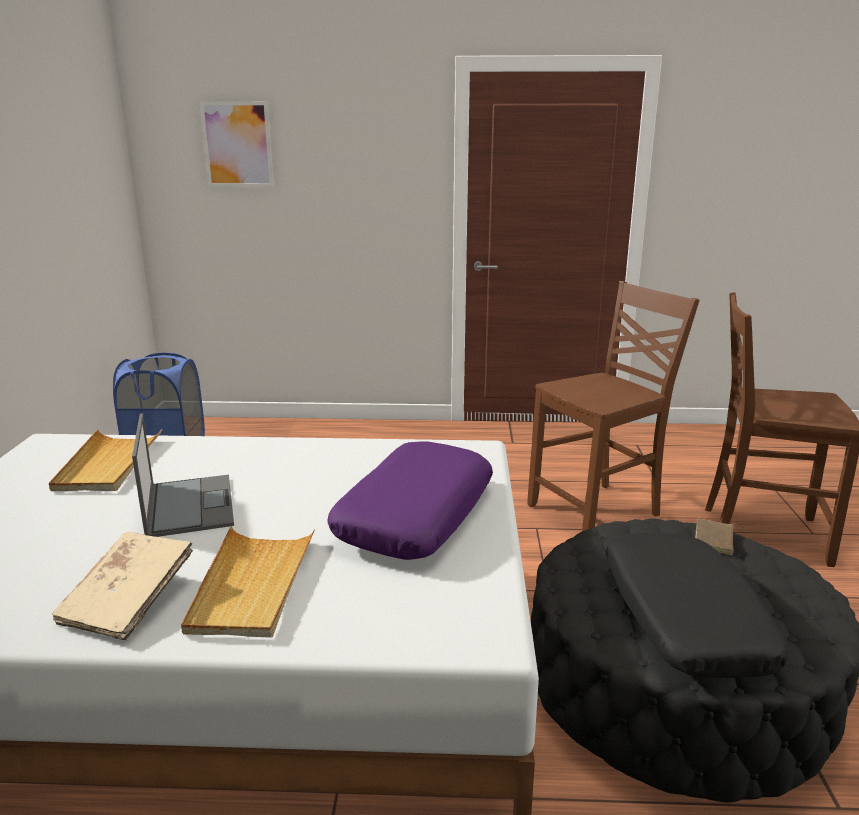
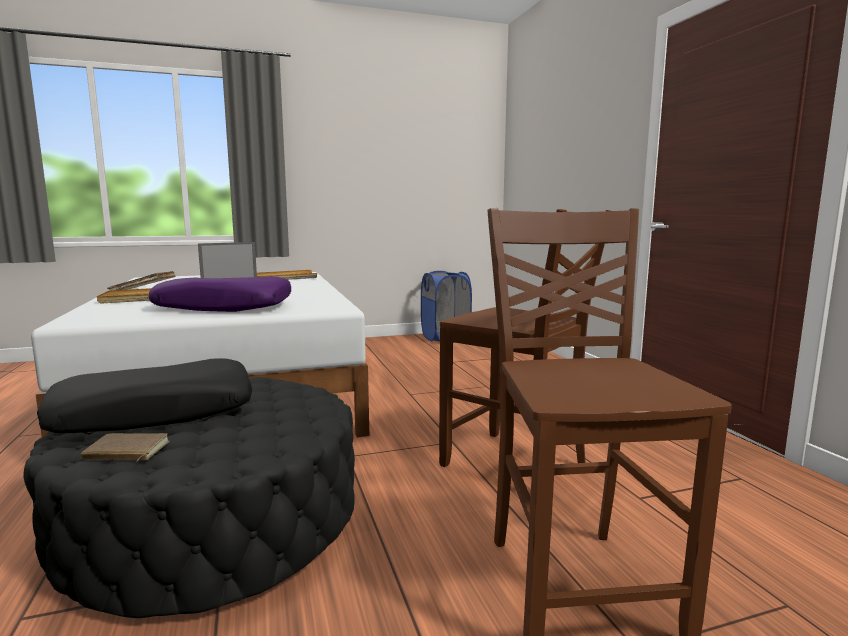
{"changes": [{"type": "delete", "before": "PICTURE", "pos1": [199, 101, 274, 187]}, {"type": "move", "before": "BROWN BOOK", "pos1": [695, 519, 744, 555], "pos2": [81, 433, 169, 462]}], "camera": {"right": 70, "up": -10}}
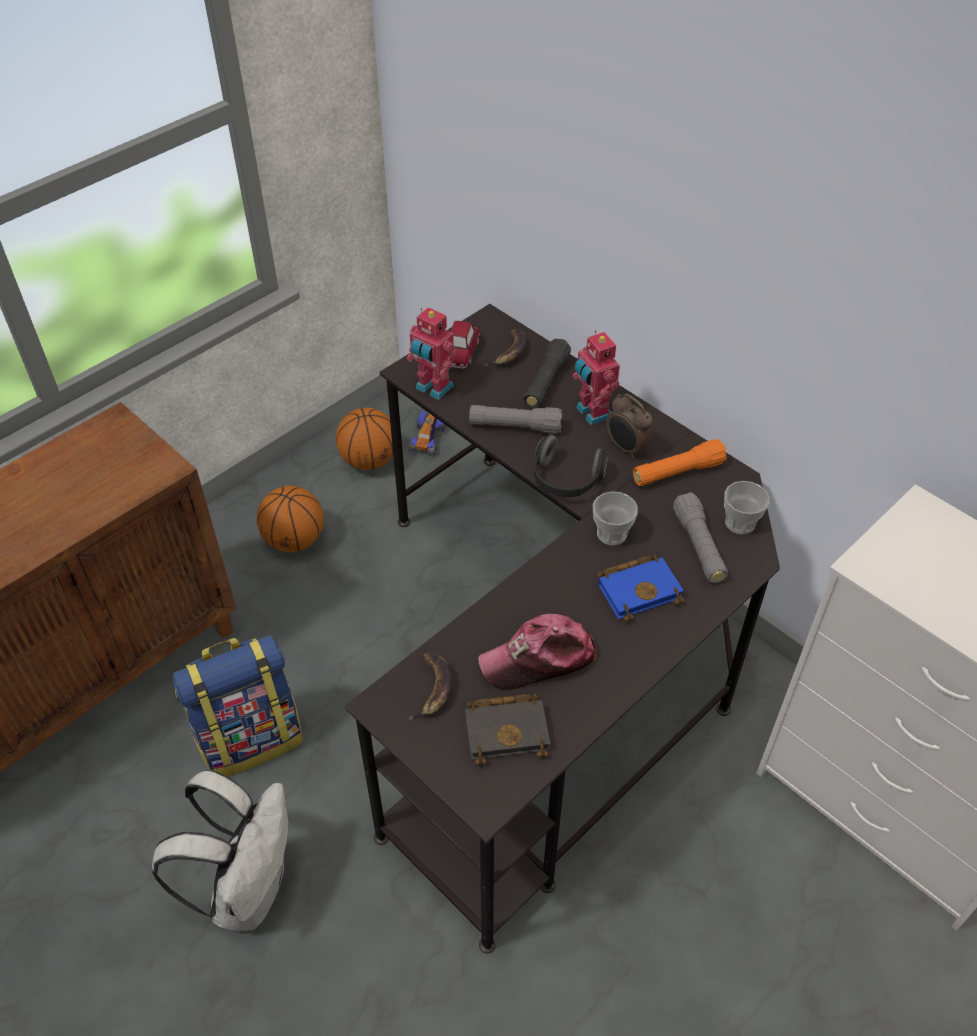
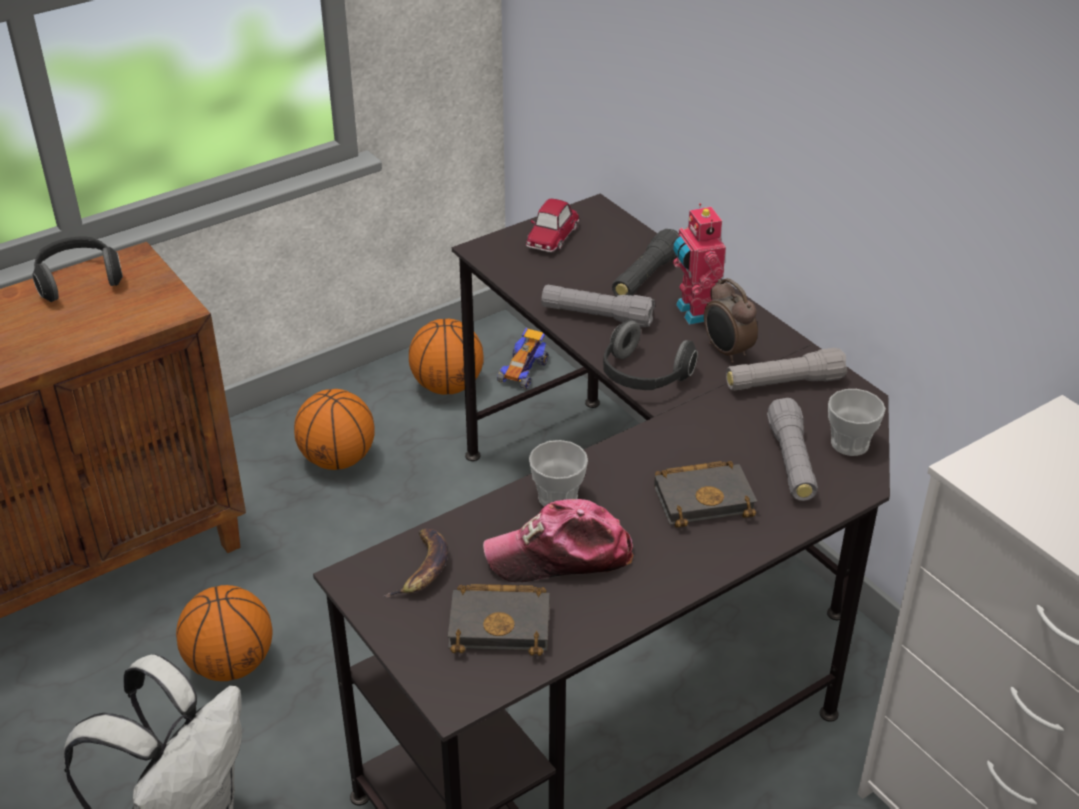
{"changes": [{"type": "delete", "before": "TOY ROBOT", "pos1": [407, 307, 457, 400]}, {"type": "delete", "before": "BANANA", "pos1": [483, 329, 527, 366]}, {"type": "recolor", "before": "ORANGE FLASHLIGHT", "after": "GREY FLASHLIGHT", "pos1": [633, 439, 727, 486], "pos2": [726, 348, 847, 390]}, {"type": "move", "before": "CUP", "pos1": [593, 492, 638, 545], "pos2": [529, 440, 588, 506]}, {"type": "recolor", "before": "BLUE BOOK", "after": "BLACK BOOK", "pos1": [598, 555, 684, 622], "pos2": [654, 461, 757, 528]}, {"type": "replace", "before": "BACKPACK", "after": "BASKETBALL", "pos1": [173, 635, 303, 777], "pos2": [176, 585, 273, 681]}, {"type": "insert", "after": "HEADPHONES", "pos2": [32, 236, 123, 302]}], "camera": {"right": 10, "up": -10}}
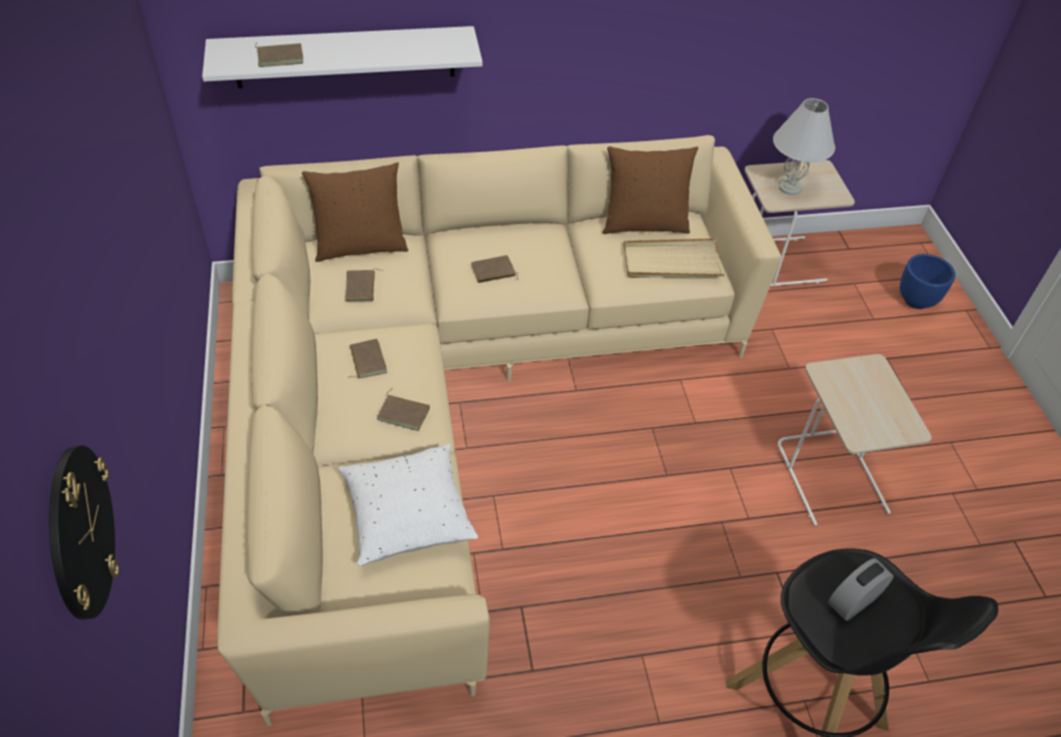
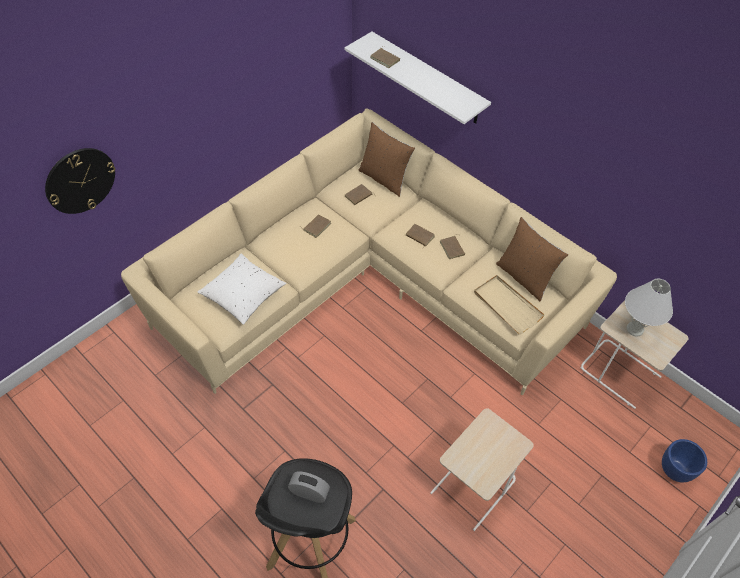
{"changes": [{"type": "move", "before": "BROWN BOOK", "pos1": [377, 388, 430, 431], "pos2": [440, 235, 465, 259]}], "camera": {"right": 55, "up": 5}}
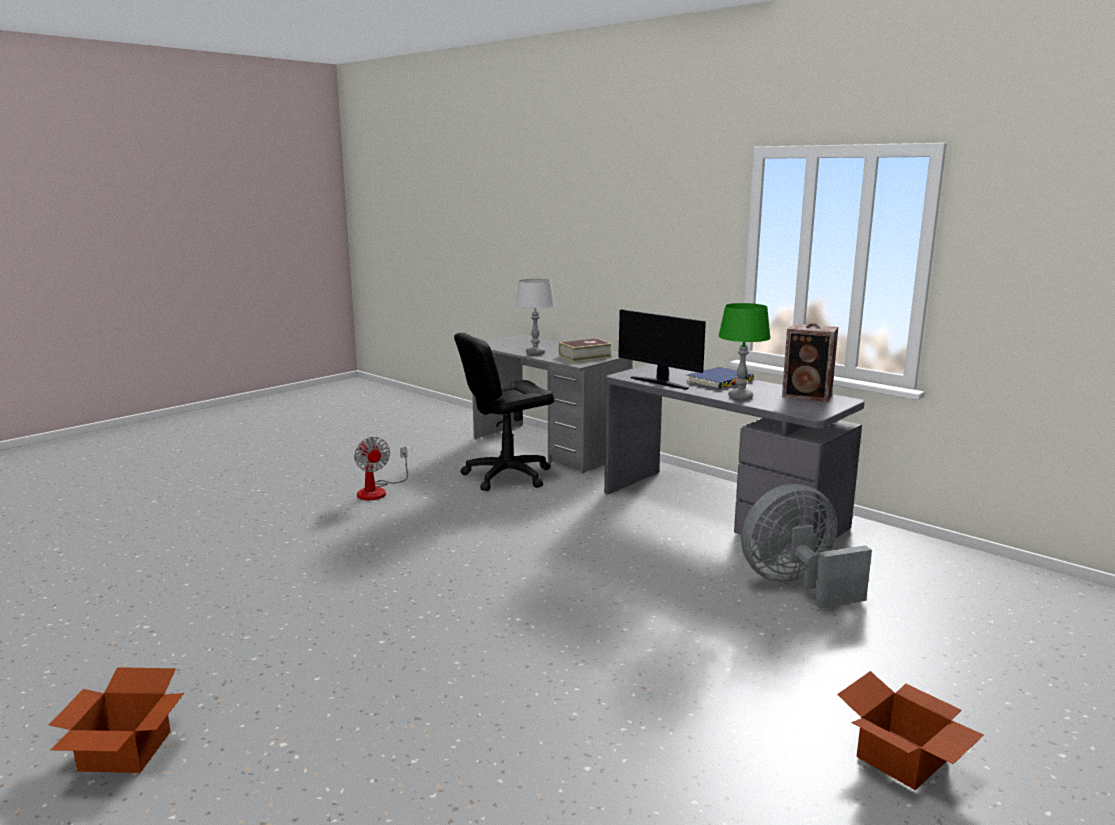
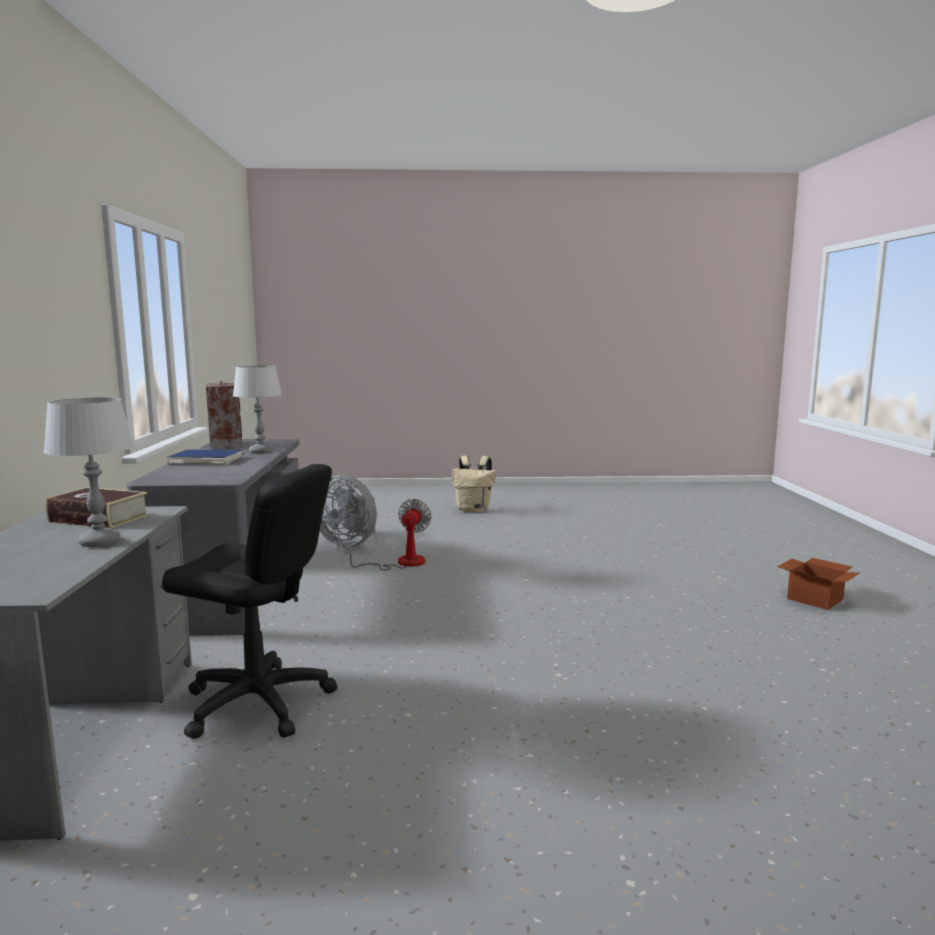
{"changes": [{"type": "recolor", "before": "GREEN TABLE LAMP", "after": "GREY TABLE LAMP", "pos1": [718, 303, 771, 400], "pos2": [233, 365, 282, 454]}, {"type": "delete", "before": "MONITOR", "pos1": [618, 309, 706, 390]}, {"type": "move", "before": "FAN", "pos1": [354, 437, 408, 500], "pos2": [344, 499, 432, 570]}, {"type": "replace", "before": "CARDBOARD BOX", "after": "BEIGE BACKPACK", "pos1": [837, 671, 984, 790], "pos2": [452, 455, 496, 513]}], "camera": {"right": -135, "up": -5}}
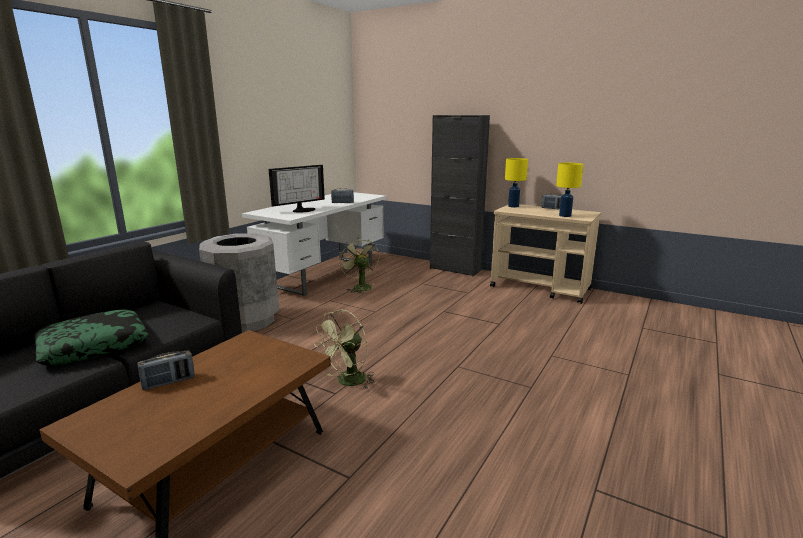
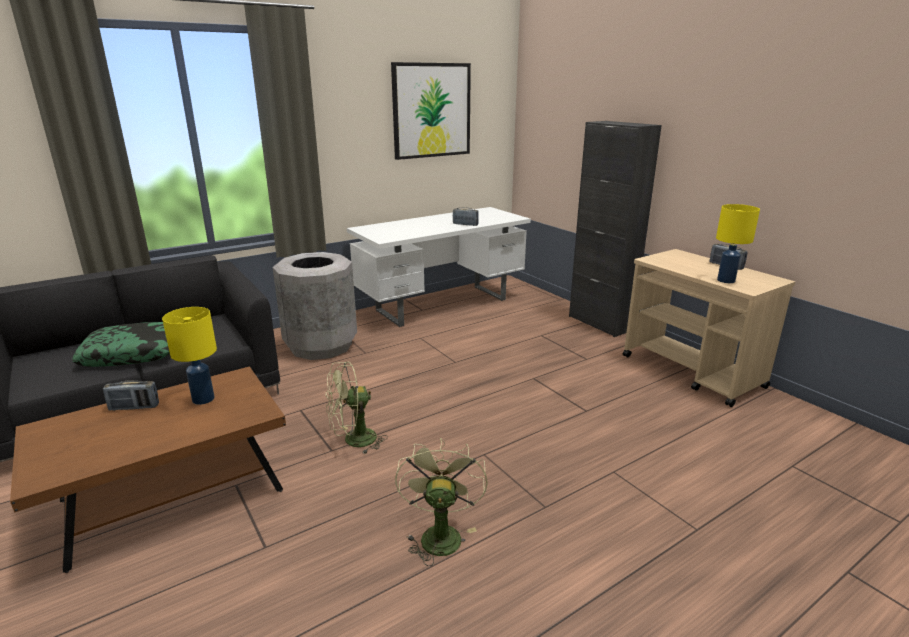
{"changes": [{"type": "move", "before": "YELLOW TABLE LAMP", "pos1": [505, 158, 528, 208], "pos2": [162, 307, 217, 405]}, {"type": "delete", "before": "MONITOR", "pos1": [268, 165, 325, 212]}, {"type": "move", "before": "GREEN FAN", "pos1": [339, 239, 380, 294], "pos2": [395, 438, 488, 566]}, {"type": "insert", "after": "PICTURE", "pos2": [391, 62, 471, 160]}], "camera": {"right": 25, "up": 5}}
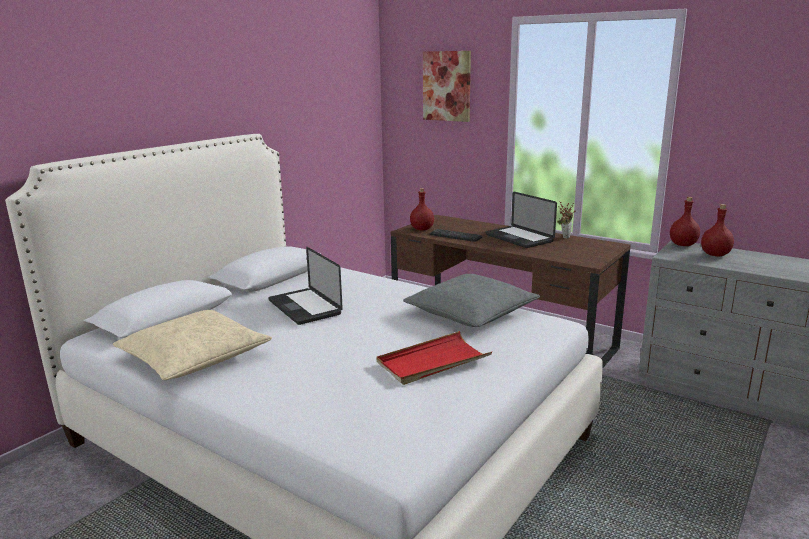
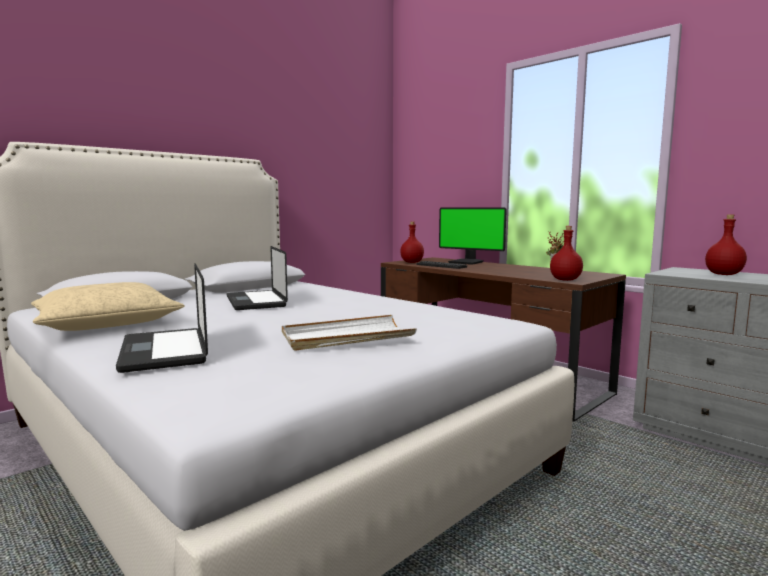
{"changes": [{"type": "delete", "before": "PICTURE", "pos1": [423, 51, 471, 122]}, {"type": "move", "before": "LAPTOP", "pos1": [485, 192, 557, 248], "pos2": [116, 263, 208, 373]}, {"type": "move", "before": "RED BOTTLE", "pos1": [670, 197, 700, 246], "pos2": [550, 226, 583, 281]}, {"type": "delete", "before": "GREY PILLOW", "pos1": [403, 274, 540, 327]}, {"type": "recolor", "before": "RED TRAY", "after": "WHITE TRAY", "pos1": [377, 331, 492, 385], "pos2": [282, 315, 417, 351]}, {"type": "insert", "after": "MONITOR", "pos2": [439, 208, 507, 265]}], "camera": {"right": 10, "up": -10}}
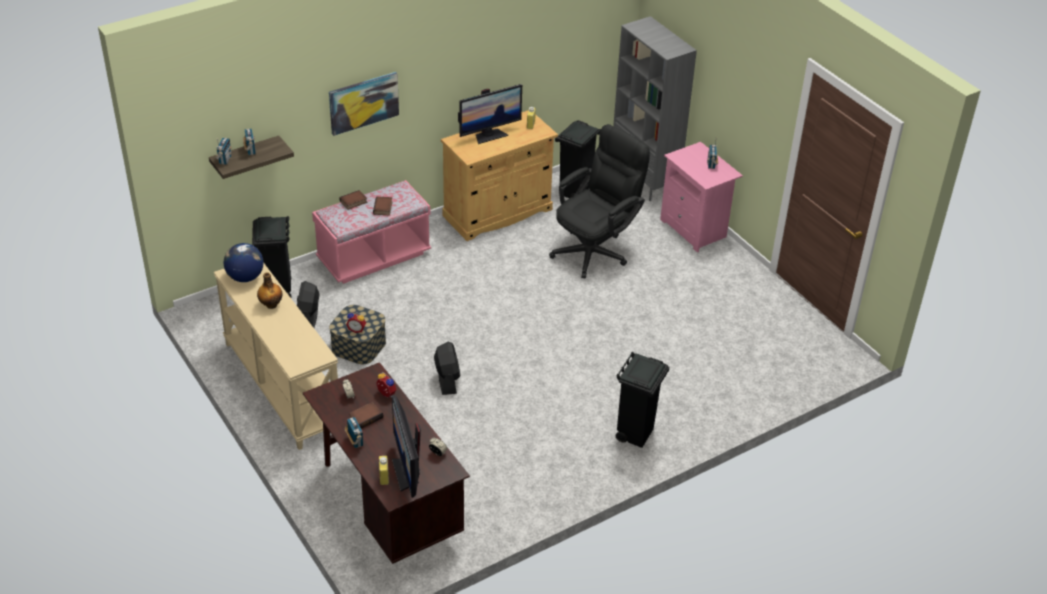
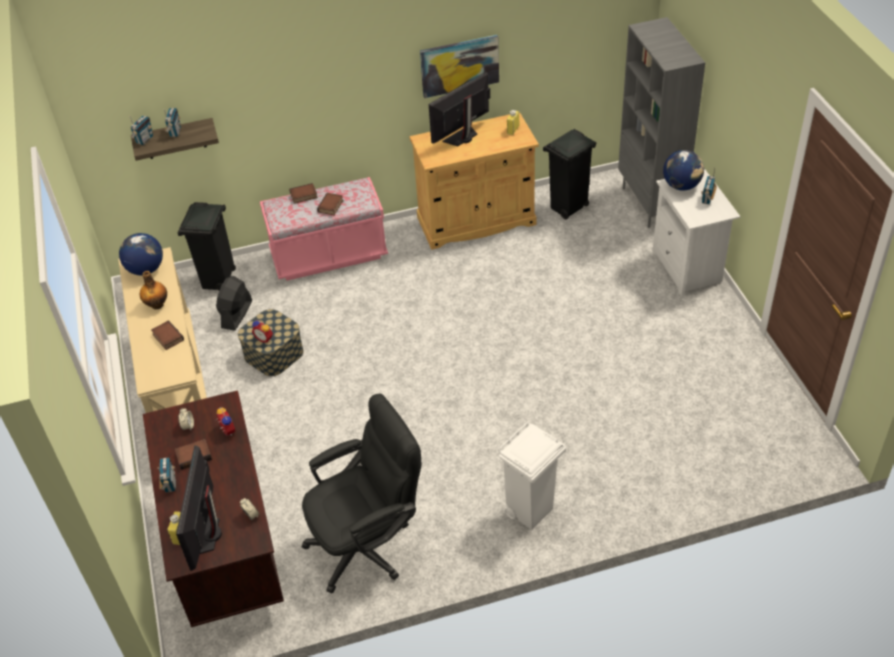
{"changes": [{"type": "move", "before": "PICTURE", "pos1": [329, 72, 399, 136], "pos2": [420, 35, 499, 98]}, {"type": "rotate", "before": "MONITOR", "pos1": [458, 84, 522, 144], "pos2": [429, 72, 490, 146], "turn": 150}, {"type": "move", "before": "BLACK OFFICE CHAIR", "pos1": [549, 124, 650, 278], "pos2": [302, 394, 421, 593]}, {"type": "recolor", "before": "PINK NIGHTSTAND", "after": "WHITE NIGHTSTAND", "pos1": [660, 142, 743, 252], "pos2": [652, 169, 740, 296]}, {"type": "delete", "before": "BLACK FAN", "pos1": [434, 341, 460, 395]}, {"type": "recolor", "before": "BLACK TRASH CAN", "after": "WHITE TRASH CAN", "pos1": [615, 352, 669, 448], "pos2": [498, 422, 566, 530]}, {"type": "insert", "after": "GLOBE", "pos2": [663, 150, 704, 191]}, {"type": "insert", "after": "BOOK", "pos2": [151, 320, 184, 350]}], "camera": {"right": 20, "up": 5}}
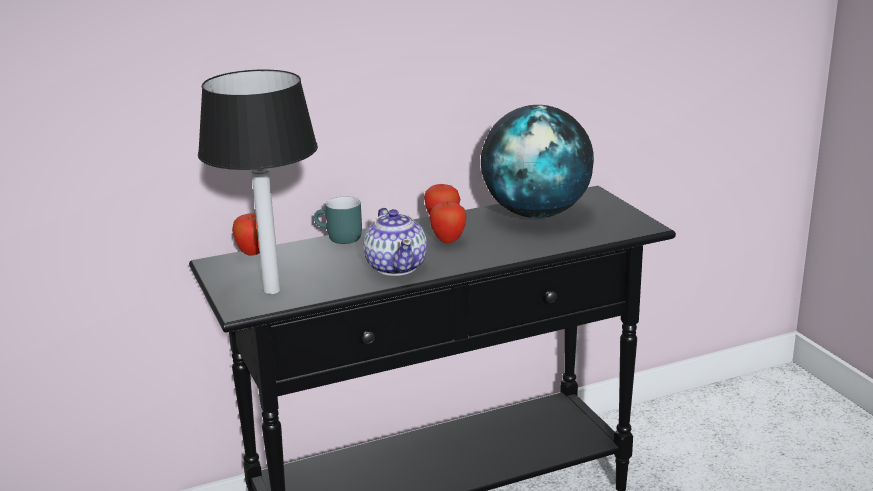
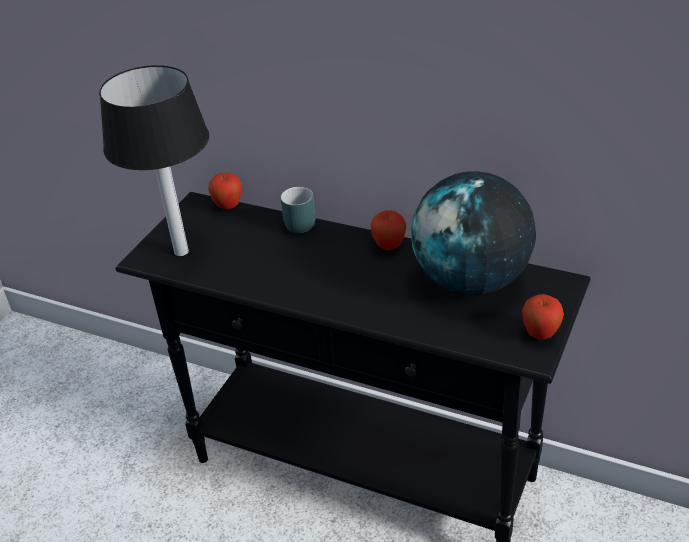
{"changes": [{"type": "move", "before": "APPLE", "pos1": [430, 201, 467, 244], "pos2": [522, 294, 564, 340]}, {"type": "delete", "before": "TEAPOT", "pos1": [363, 208, 427, 276]}], "camera": {"right": 50, "up": 15}}
